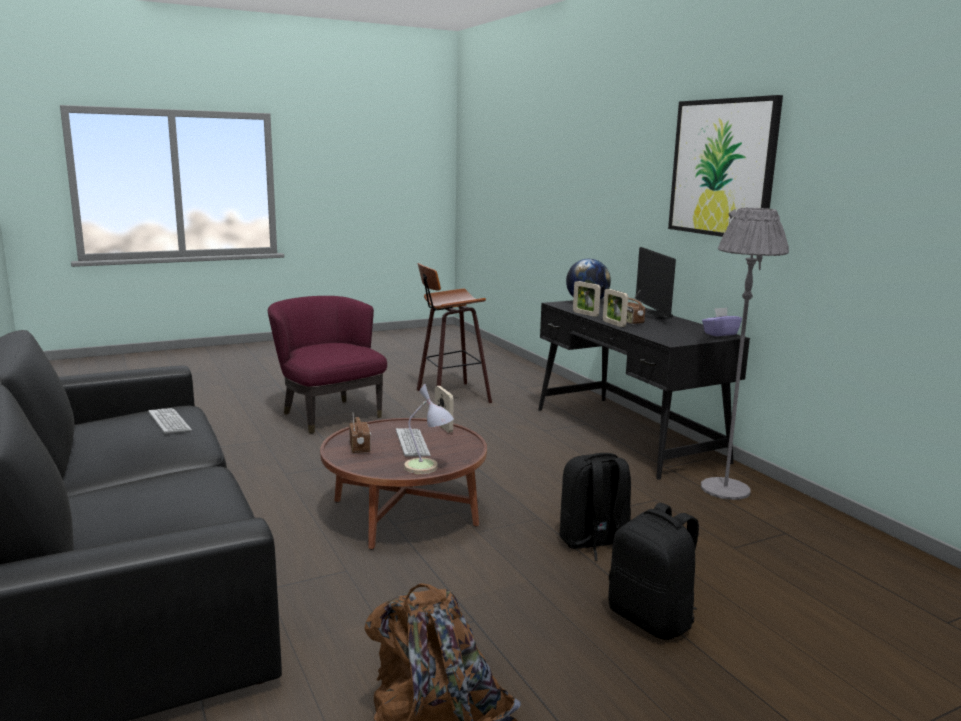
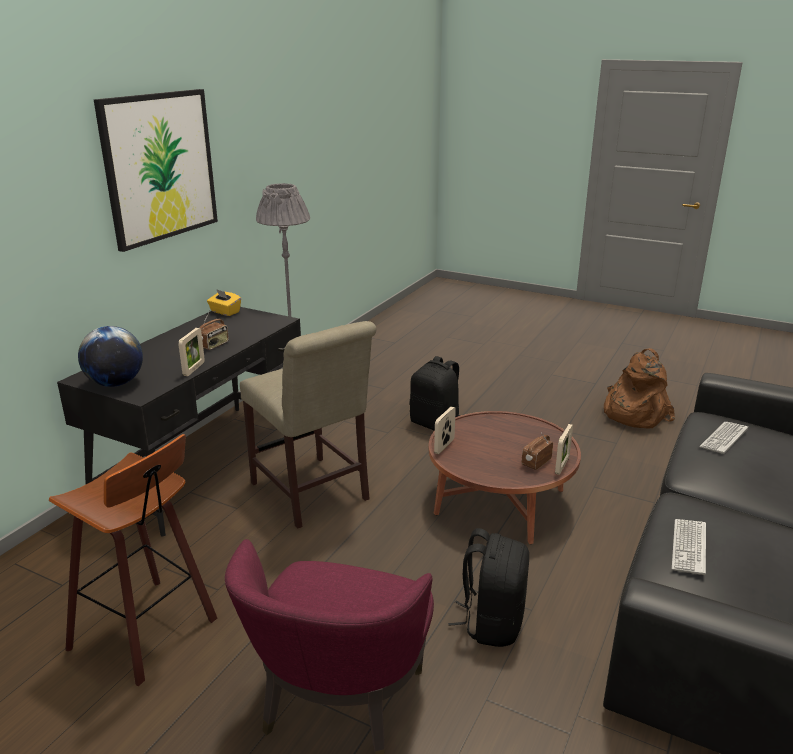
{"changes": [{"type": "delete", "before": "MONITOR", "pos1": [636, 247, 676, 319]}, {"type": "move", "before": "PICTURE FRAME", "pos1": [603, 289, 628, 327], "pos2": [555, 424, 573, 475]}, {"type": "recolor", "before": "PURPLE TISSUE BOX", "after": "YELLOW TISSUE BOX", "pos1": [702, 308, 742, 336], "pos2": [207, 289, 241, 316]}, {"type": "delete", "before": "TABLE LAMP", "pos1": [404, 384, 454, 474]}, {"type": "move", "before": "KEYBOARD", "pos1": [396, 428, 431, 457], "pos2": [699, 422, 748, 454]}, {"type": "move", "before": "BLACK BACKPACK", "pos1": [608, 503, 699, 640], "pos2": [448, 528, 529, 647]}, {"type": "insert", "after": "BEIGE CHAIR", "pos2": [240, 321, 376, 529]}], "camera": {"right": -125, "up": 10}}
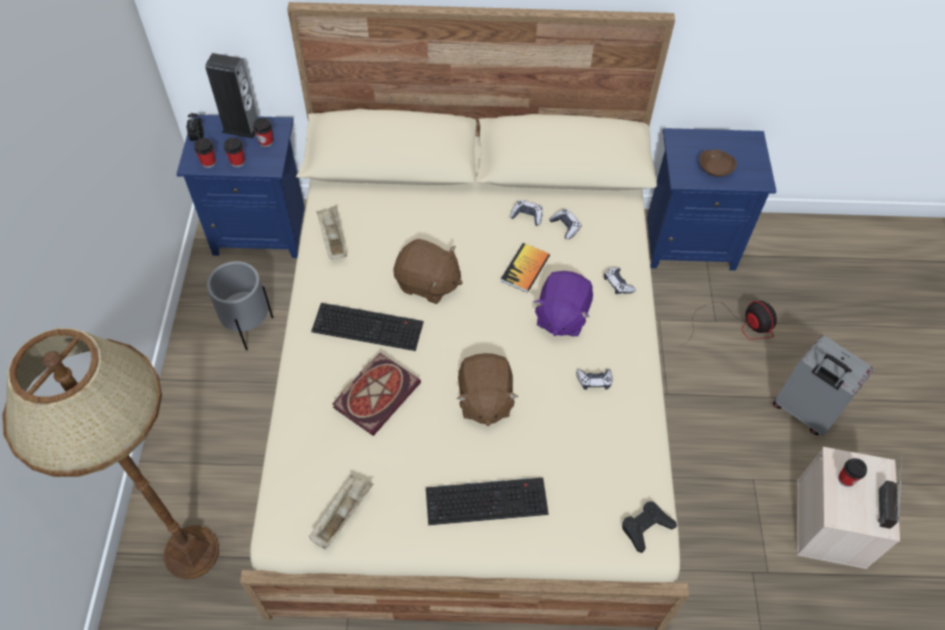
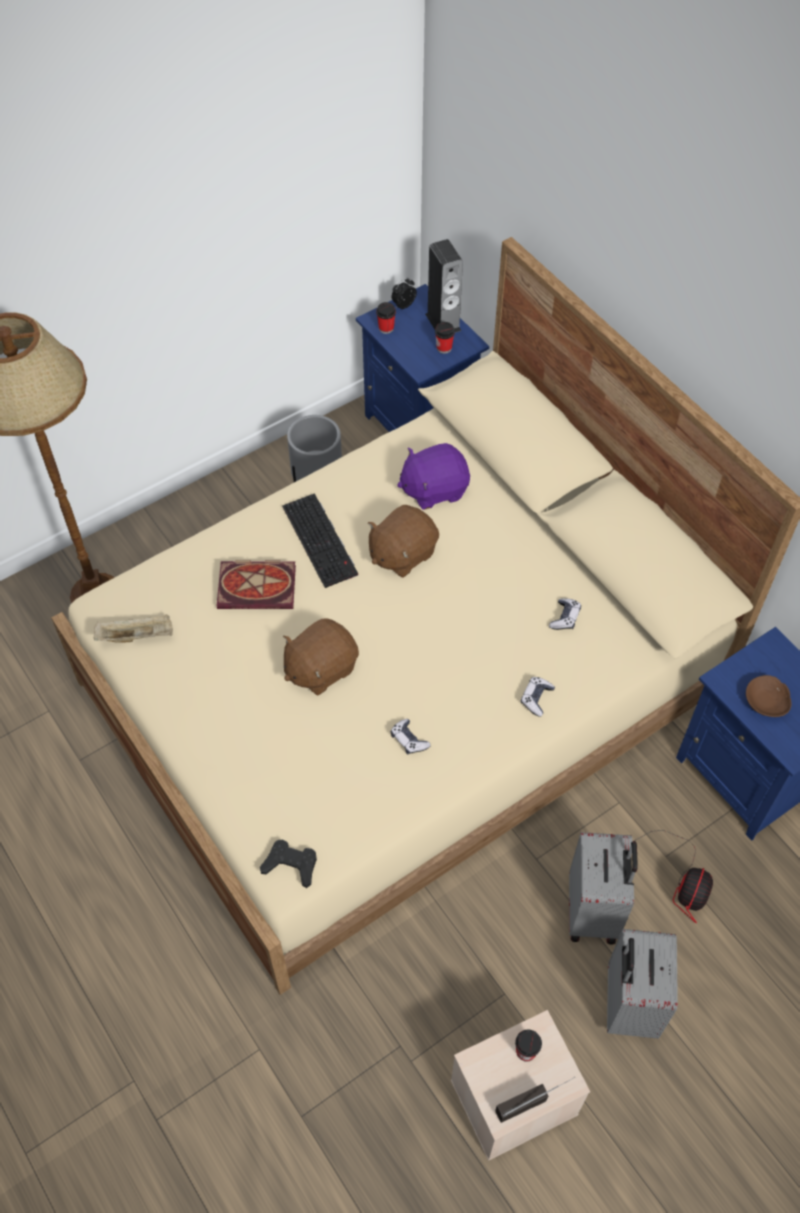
{"changes": [{"type": "delete", "before": "CUP", "pos1": [224, 137, 245, 167]}, {"type": "delete", "before": "GAME CONTROLLER", "pos1": [510, 200, 543, 226]}, {"type": "delete", "before": "BEIGE TRAY", "pos1": [317, 206, 347, 259]}, {"type": "rotate", "before": "BROWN PLUSH TOY", "pos1": [393, 239, 462, 304], "pos2": [368, 505, 439, 578], "turn": 60}, {"type": "delete", "before": "BOOK", "pos1": [501, 243, 550, 293]}, {"type": "move", "before": "PURPLE PLUSH TOY", "pos1": [534, 271, 593, 336], "pos2": [397, 443, 470, 510]}, {"type": "delete", "before": "KEYBOARD", "pos1": [426, 478, 549, 525]}, {"type": "insert", "after": "GREY SUITCASE", "pos2": [569, 832, 638, 944]}], "camera": {"right": 55, "up": 0}}
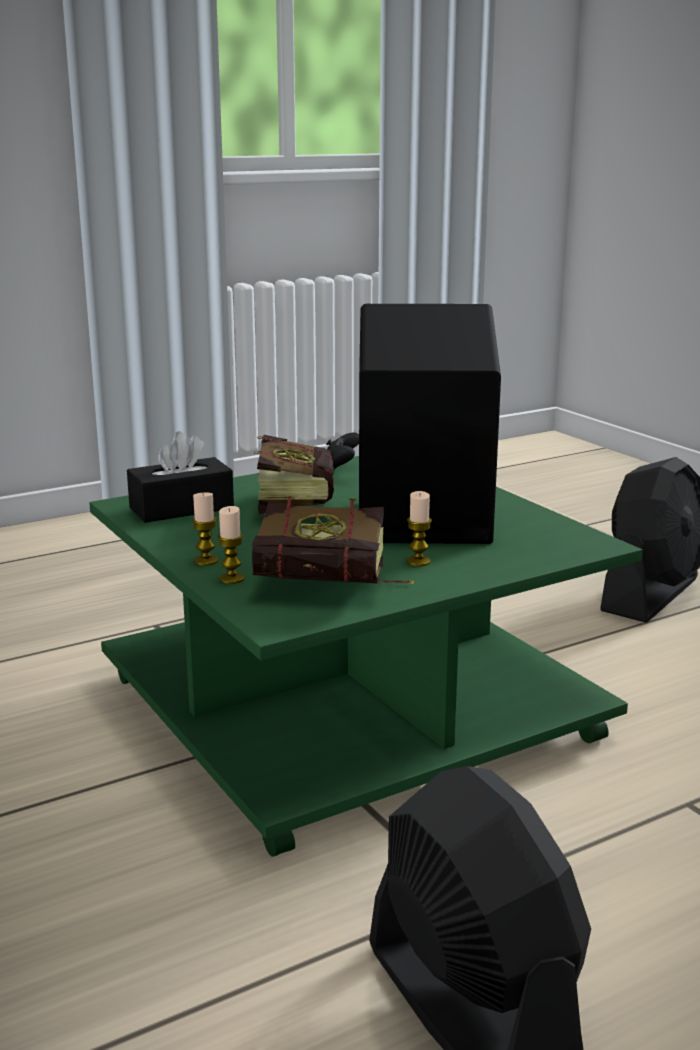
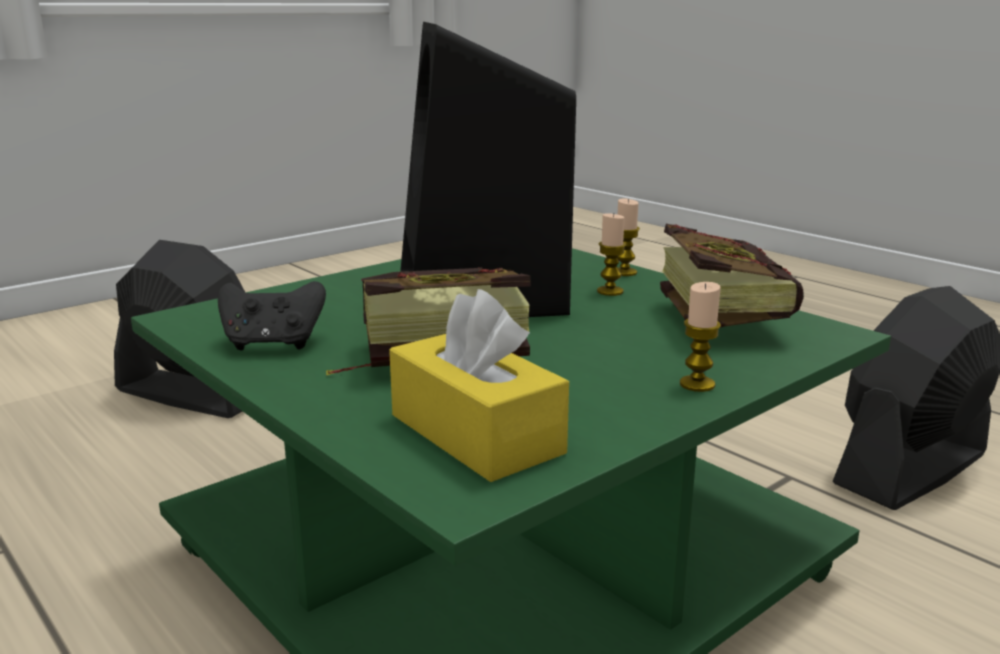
{"changes": [{"type": "recolor", "before": "BLACK TISSUE BOX", "after": "YELLOW TISSUE BOX", "pos1": [127, 431, 234, 523], "pos2": [389, 289, 569, 482]}, {"type": "move", "before": "CANDLE", "pos1": [217, 506, 244, 584], "pos2": [617, 199, 640, 276]}], "camera": {"right": -100, "up": 0}}
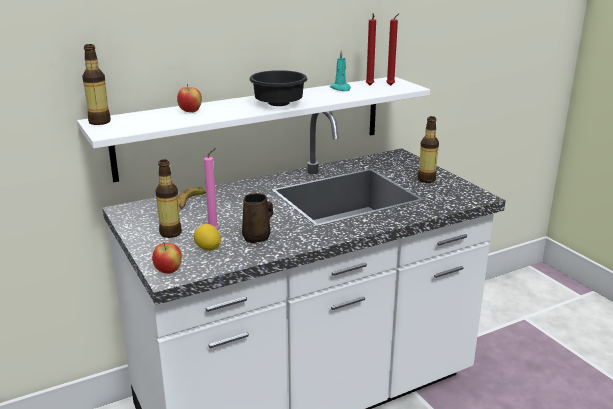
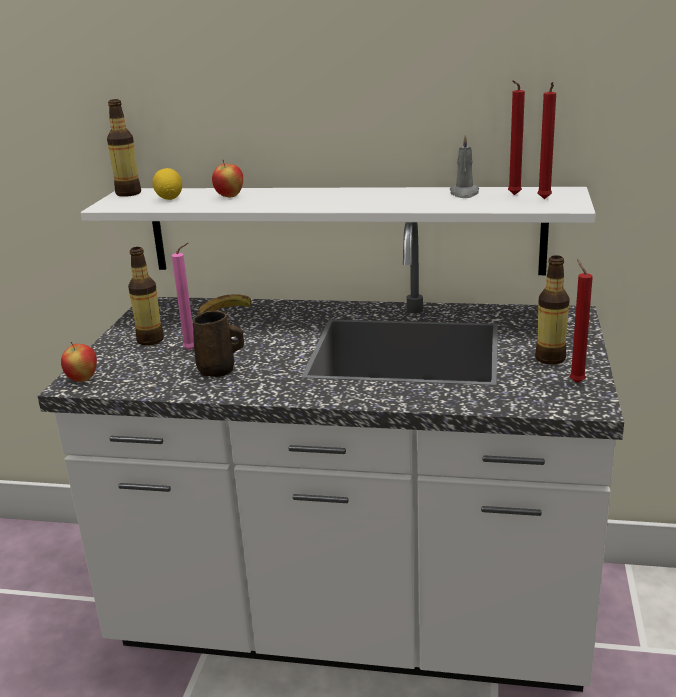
{"changes": [{"type": "recolor", "before": "TURQUOISE CANDLE", "after": "GREY CANDLE", "pos1": [330, 50, 351, 91], "pos2": [450, 134, 479, 198]}, {"type": "delete", "before": "BLACK BOWL", "pos1": [249, 70, 307, 106]}, {"type": "move", "before": "LEMON", "pos1": [194, 224, 221, 251], "pos2": [152, 168, 182, 200]}, {"type": "insert", "after": "RED CANDLE", "pos2": [569, 259, 593, 383]}], "camera": {"right": 40, "up": 0}}
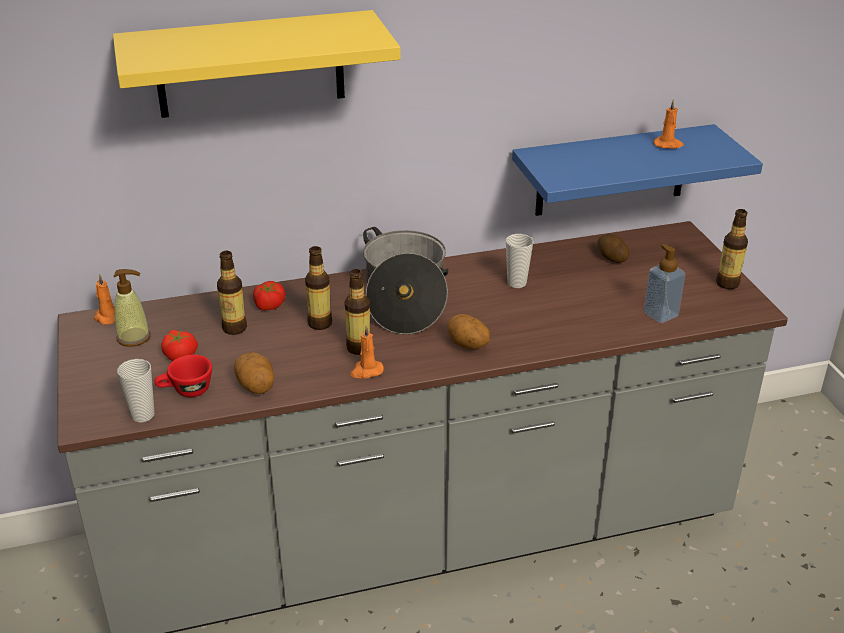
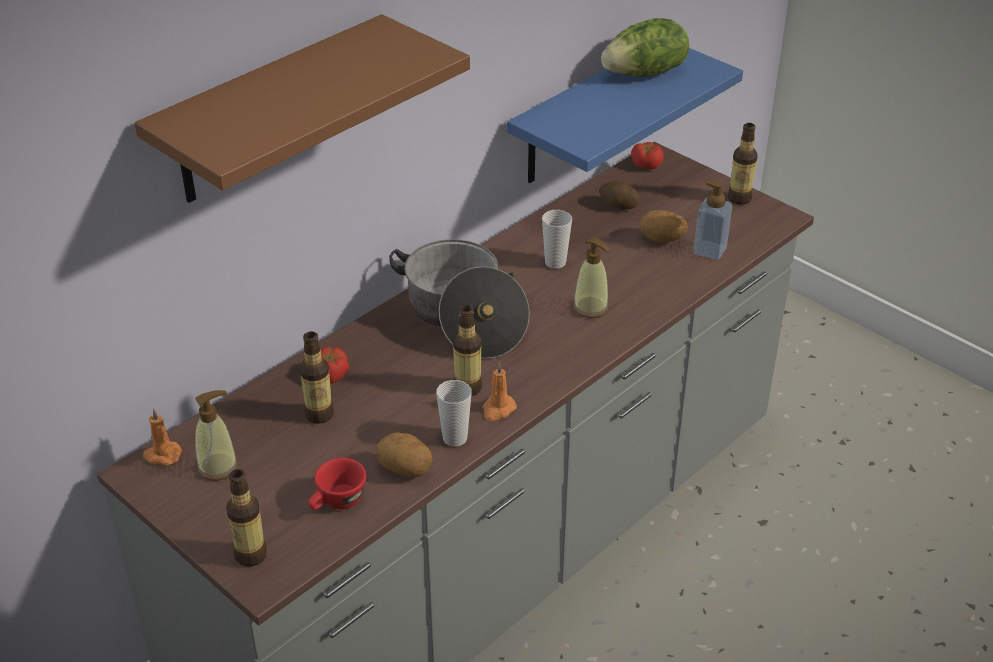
{"changes": [{"type": "recolor", "before": "YELLOW SHELF", "after": "BROWN SHELF", "pos1": [113, 10, 401, 118], "pos2": [134, 14, 470, 203]}, {"type": "replace", "before": "ORANGE CANDLE", "after": "LETTUCE", "pos1": [653, 99, 684, 149], "pos2": [601, 18, 689, 77]}, {"type": "move", "before": "BOTTLE", "pos1": [305, 246, 332, 330], "pos2": [226, 469, 267, 567]}, {"type": "move", "before": "POTATO", "pos1": [447, 314, 490, 350], "pos2": [640, 210, 688, 242]}, {"type": "move", "before": "TOMATO", "pos1": [161, 330, 198, 361], "pos2": [631, 142, 664, 169]}, {"type": "move", "before": "CUP", "pos1": [117, 359, 155, 423], "pos2": [436, 380, 472, 447]}, {"type": "insert", "after": "SOAP DISPENSER", "pos2": [573, 237, 610, 318]}], "camera": {"right": -30, "up": 5}}
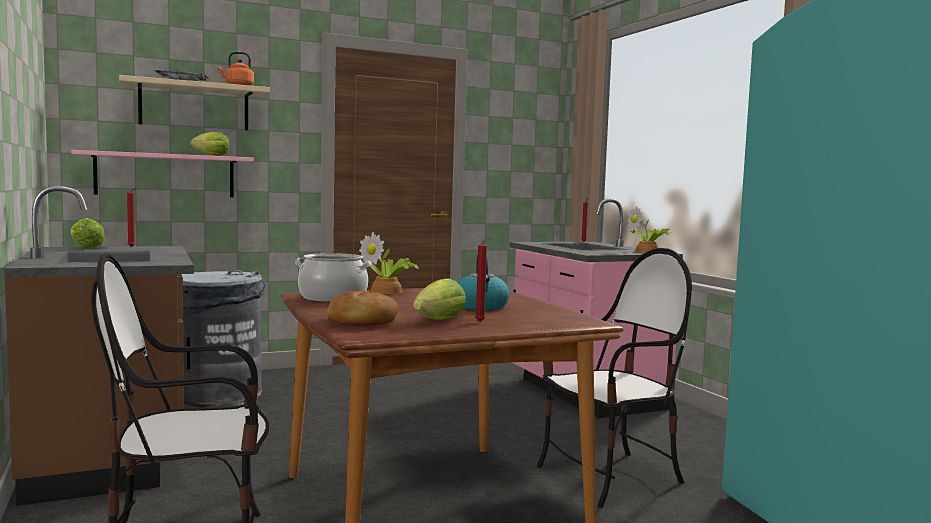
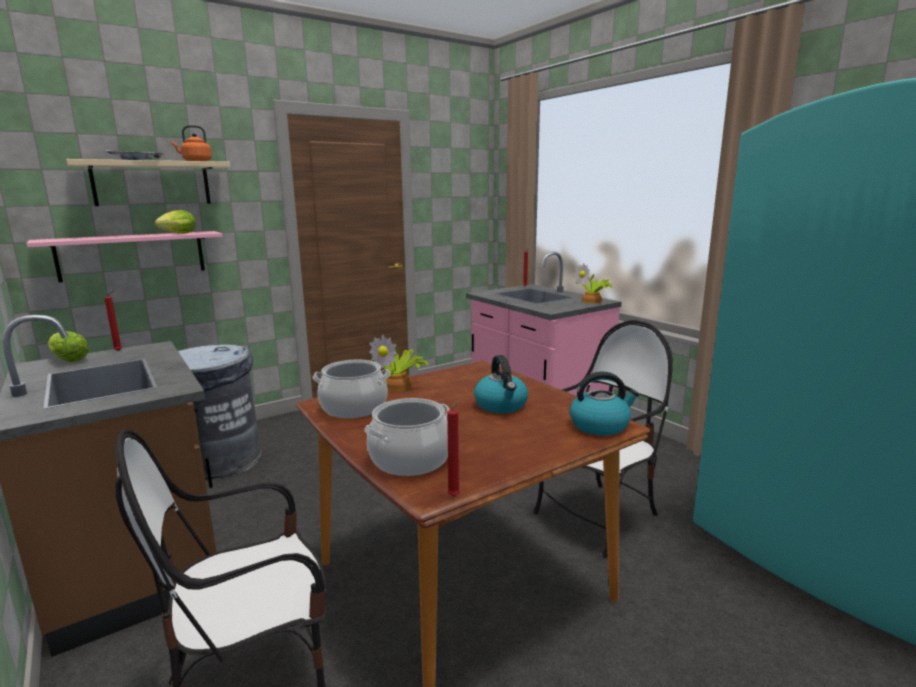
{"changes": [{"type": "move", "before": "RED CANDLE", "pos1": [475, 237, 490, 322], "pos2": [447, 399, 461, 496]}, {"type": "delete", "before": "LETTUCE", "pos1": [413, 278, 466, 320]}, {"type": "replace", "before": "BREAD", "after": "COOKING POT", "pos1": [327, 291, 398, 326], "pos2": [364, 398, 450, 476]}, {"type": "insert", "after": "KETTLE", "pos2": [569, 372, 639, 436]}], "camera": {"right": -10, "up": 10}}
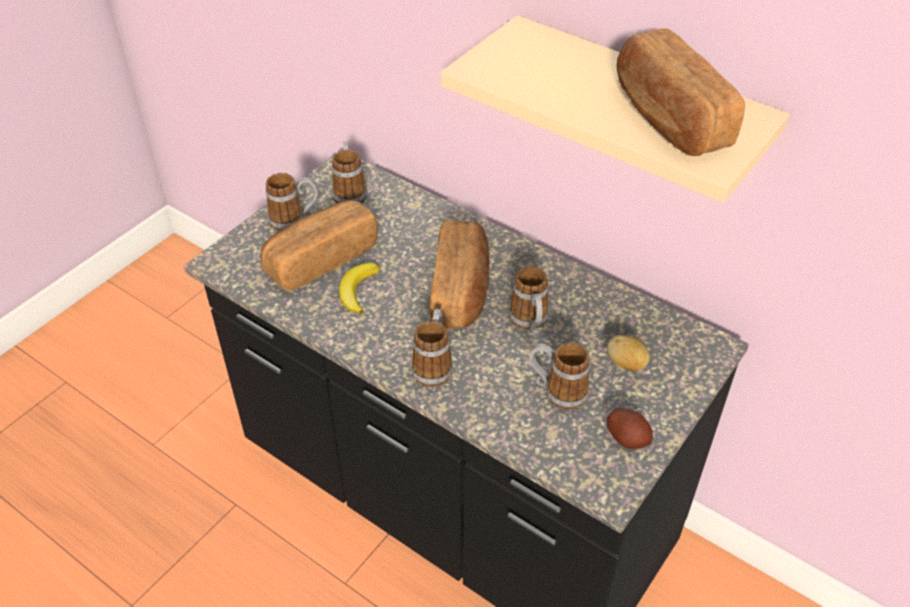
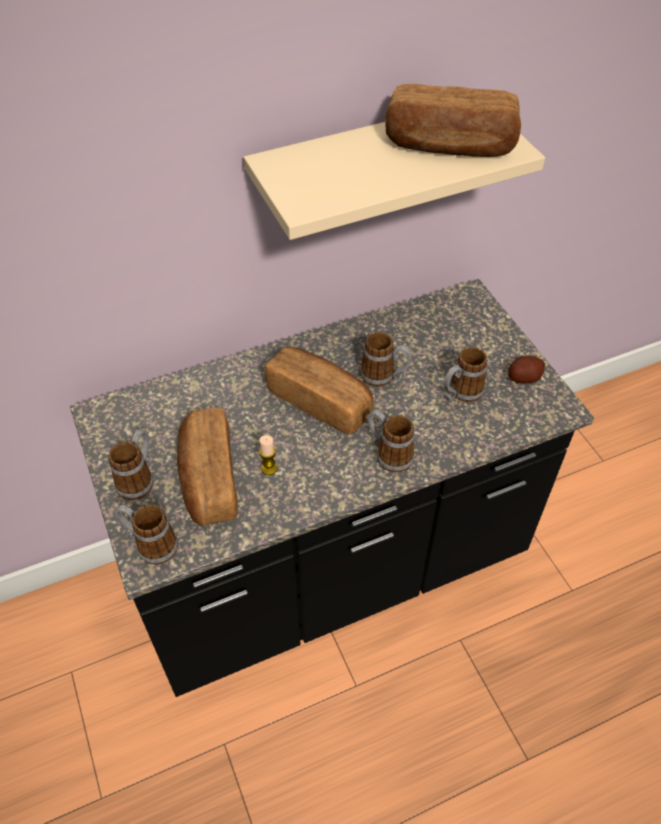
{"changes": [{"type": "move", "before": "MUG", "pos1": [332, 142, 367, 203], "pos2": [115, 504, 178, 565]}, {"type": "replace", "before": "BANANA", "after": "CANDLE", "pos1": [339, 263, 380, 314], "pos2": [259, 435, 277, 475]}, {"type": "delete", "before": "POTATO", "pos1": [607, 335, 650, 371]}], "camera": {"right": -60, "up": 5}}
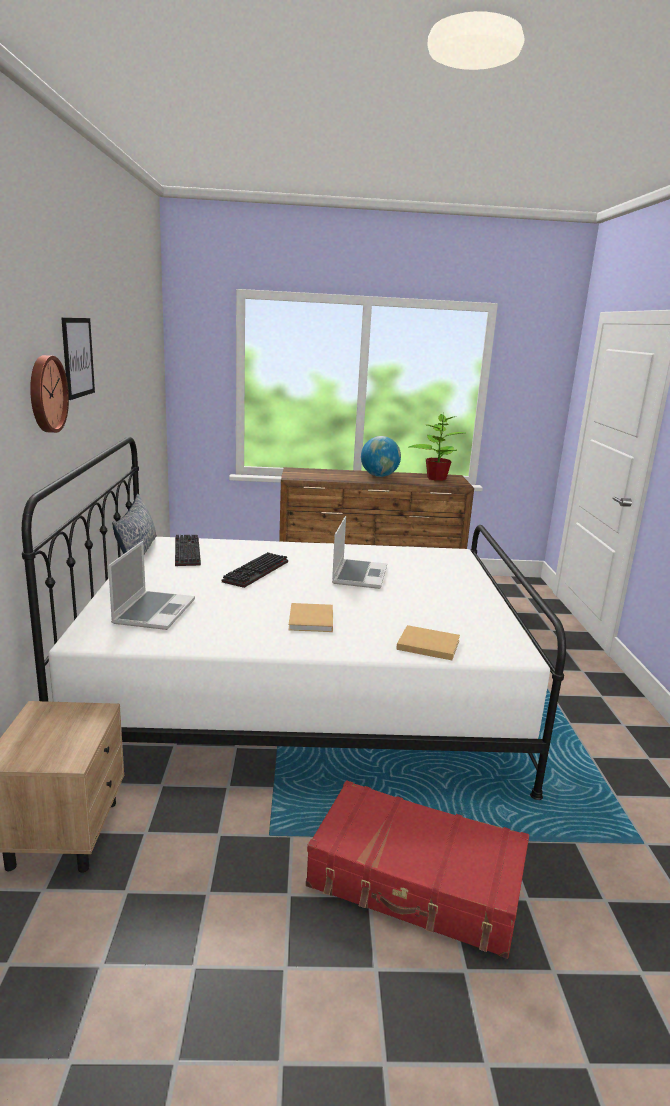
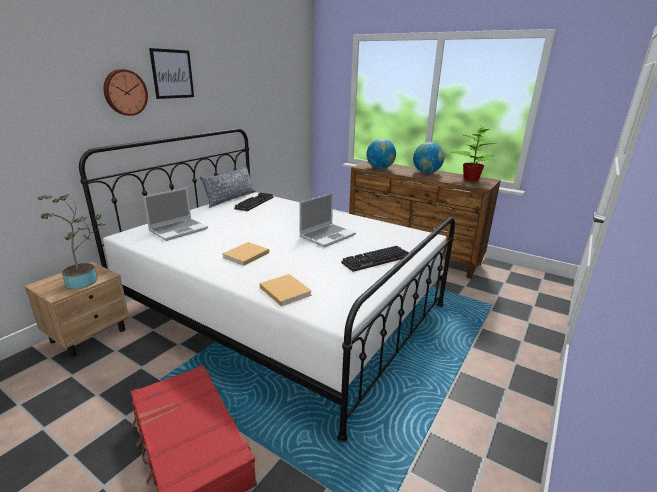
{"changes": [{"type": "move", "before": "KEYBOARD", "pos1": [222, 552, 288, 588], "pos2": [341, 246, 409, 272]}, {"type": "insert", "after": "GLOBE", "pos2": [367, 139, 396, 169]}, {"type": "insert", "after": "POTTED PLANT", "pos2": [37, 194, 106, 289]}], "camera": {"right": 35, "up": 5}}
